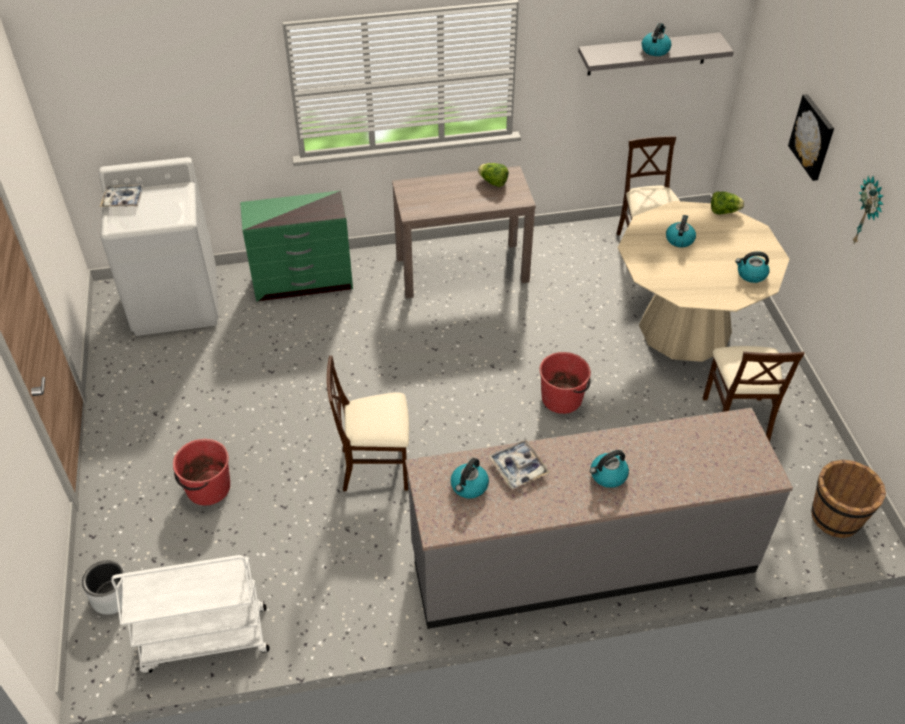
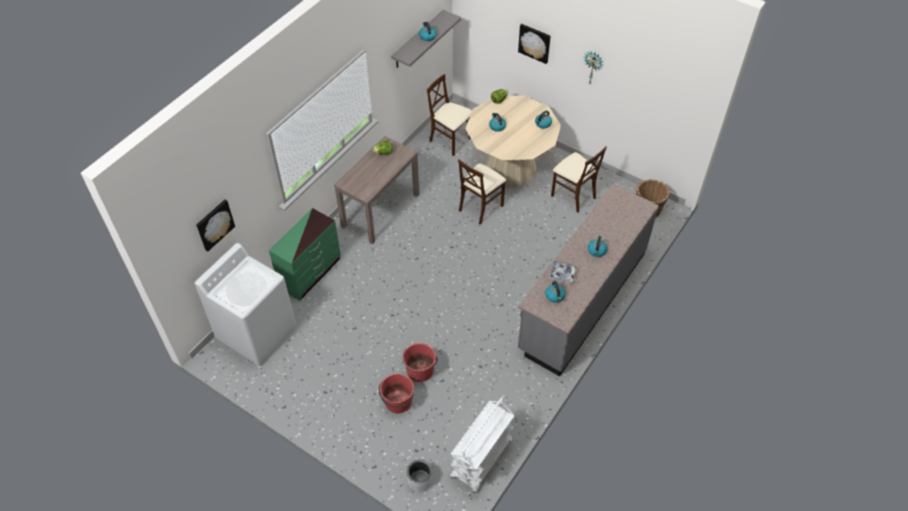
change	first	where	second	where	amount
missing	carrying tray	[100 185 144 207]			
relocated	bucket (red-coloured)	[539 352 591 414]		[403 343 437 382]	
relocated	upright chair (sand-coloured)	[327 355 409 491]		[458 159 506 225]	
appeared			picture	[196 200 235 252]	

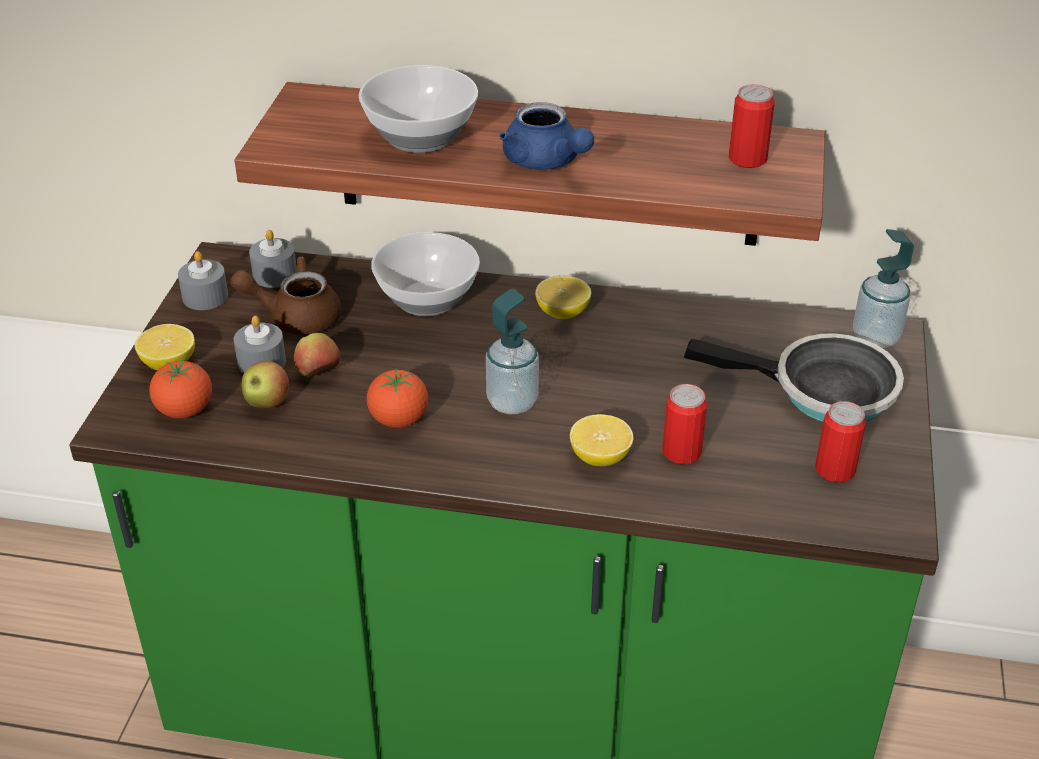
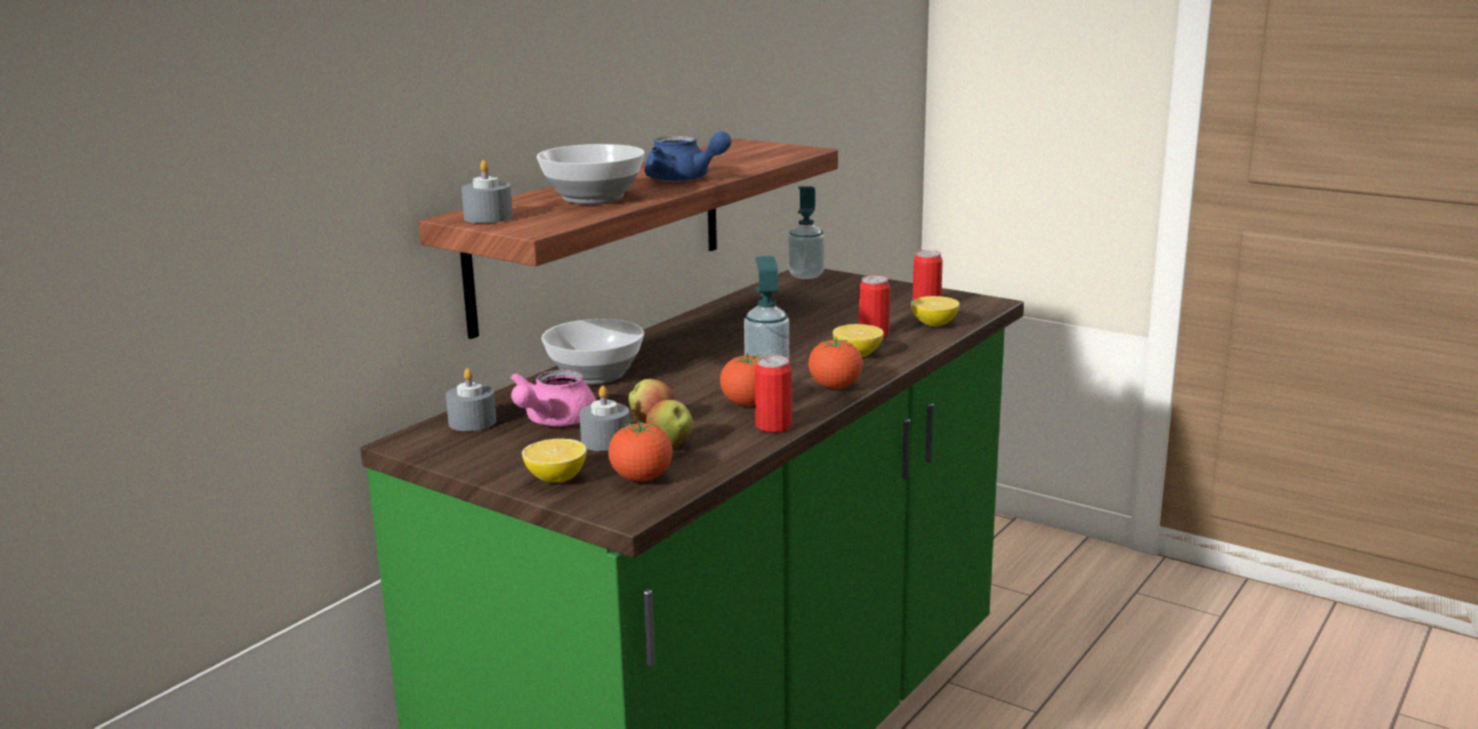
change	first	where	second	where	amount
relocated	metal can	[729 84 775 168]		[755 355 792 433]	
spun	teapot (blue-coloured)	[499 102 594 170]		[644 131 732 182]	45 degrees clockwise
relocated	wax light (gray)	[178 251 228 310]		[461 160 513 223]	
colour	teapot (brown-coloured)	[230 256 341 335]	teapot (pinkish)	[510 370 596 426]	
relocated	lemon	[535 275 591 319]		[911 296 960 327]	
missing	skillet	[684 333 904 422]			
appeared			whole tomato	[808 337 863 389]	

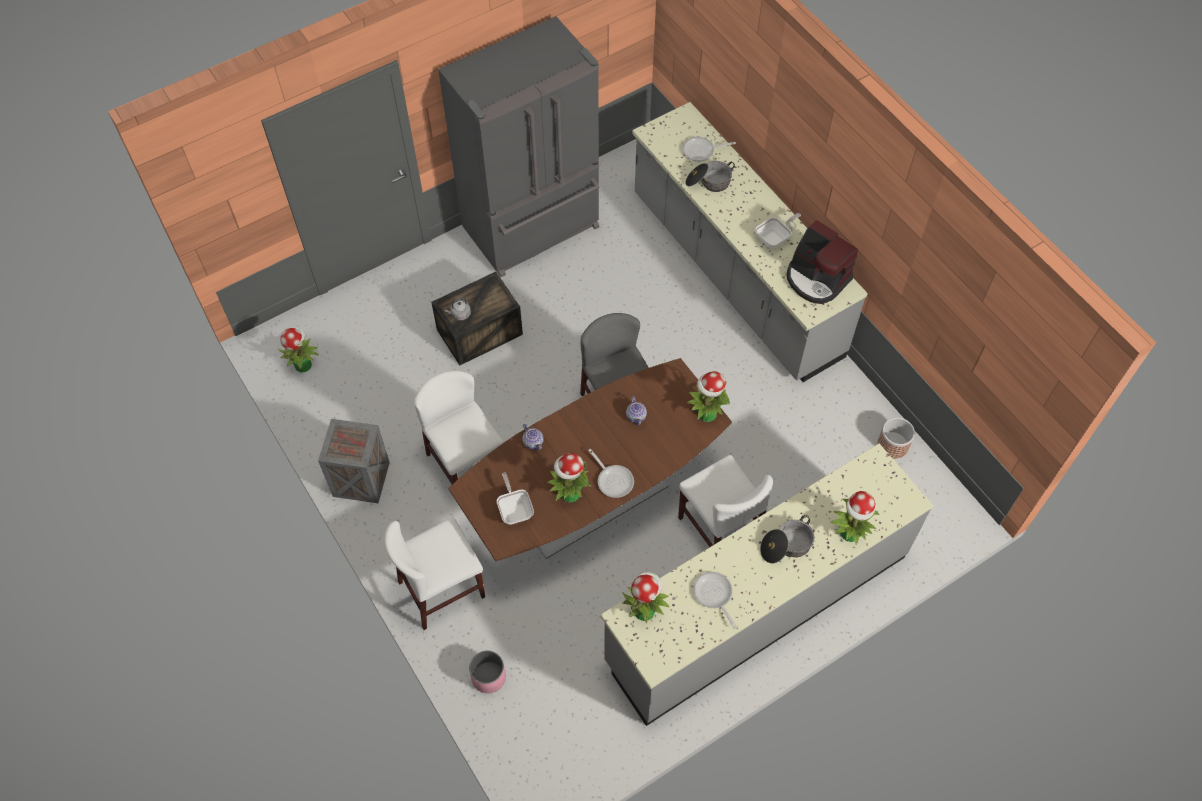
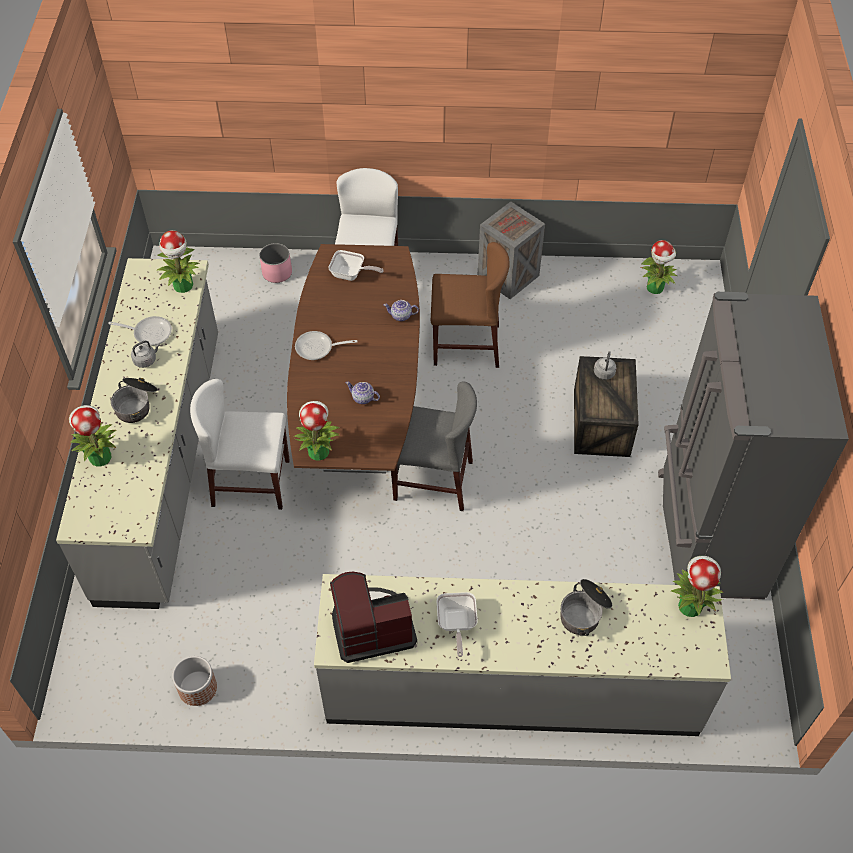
change	first	where	second	where	amount
missing	skillet	[682 137 736 162]			
colour	upright chair (whitish)	[414 371 504 484]	upright chair (brown-coloured)	[431 242 510 368]	
relocated	potted plant	[547 453 591 503]		[671 556 724 617]	
appeared			water kettle (gray)	[131 341 160 368]	

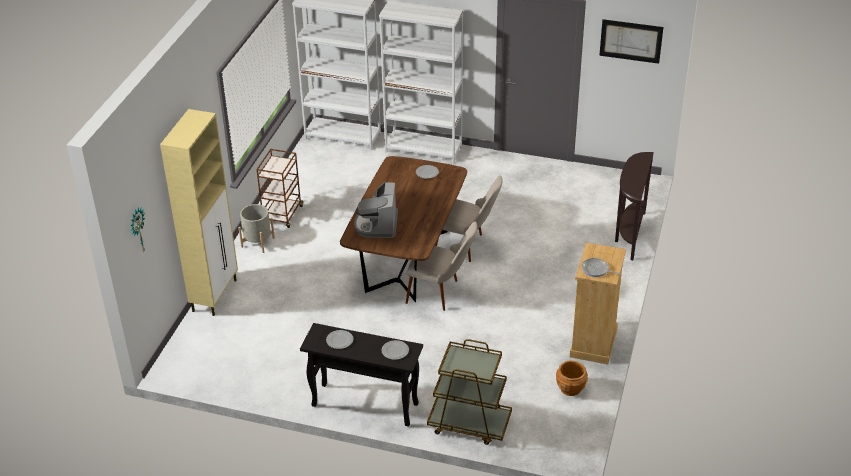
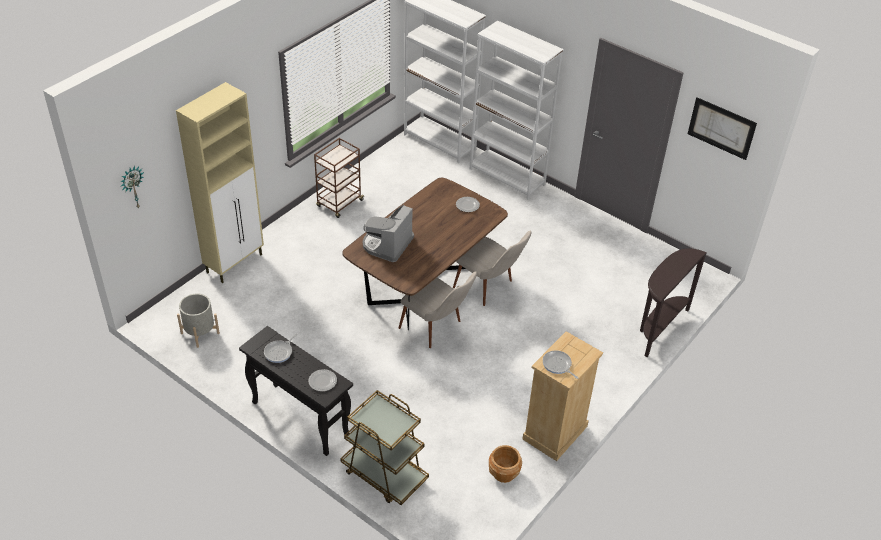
change	first	where	second	where	amount
relocated	plant pot (gray)	[238 204 275 253]		[177 293 220 348]	
exchanged	plate	[326 330 353 349]	skillet	[264 333 298 363]	

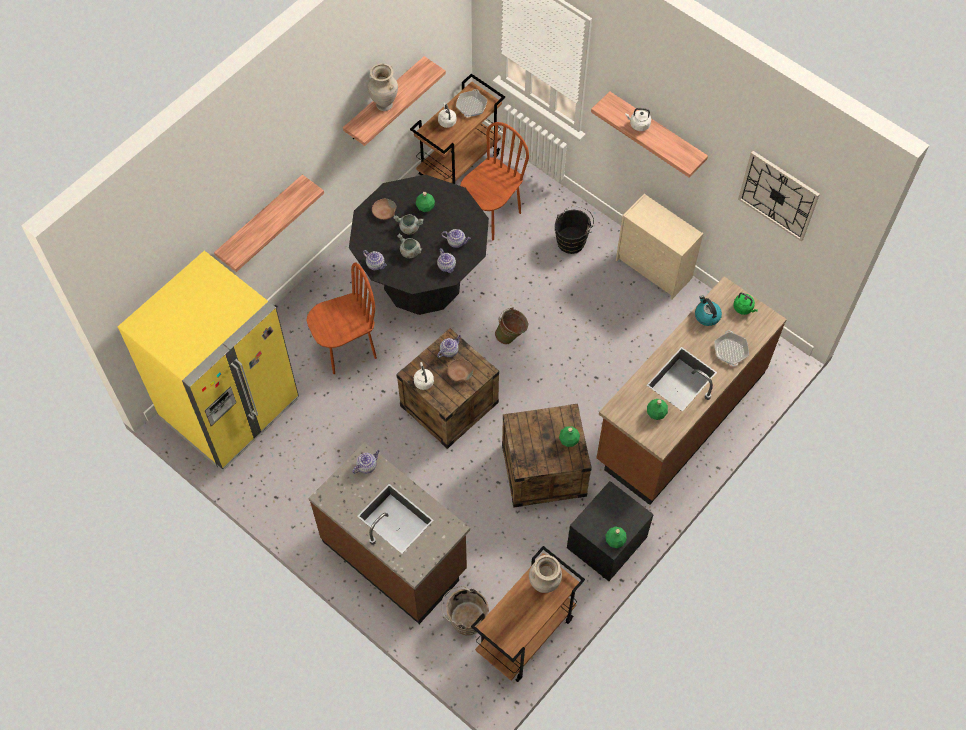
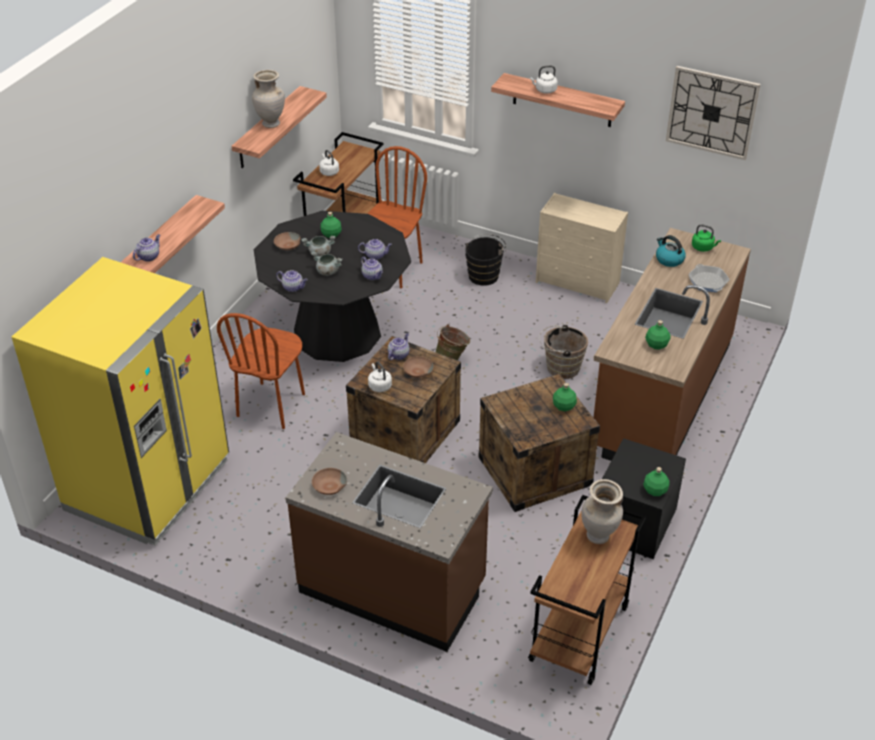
change	first	where	second	where	amount
missing	skillet	[456 89 487 117]			
spun	upright chair (brown-coloured)	[307 263 377 374]		[217 313 305 429]	150 degrees clockwise
relocated	teapot	[352 450 380 473]		[133 234 160 262]	
relocated	bucket (brown-coloured)	[442 586 489 635]		[539 324 588 379]	
appeared			deep dish (brown-coloured)	[312 468 347 495]	

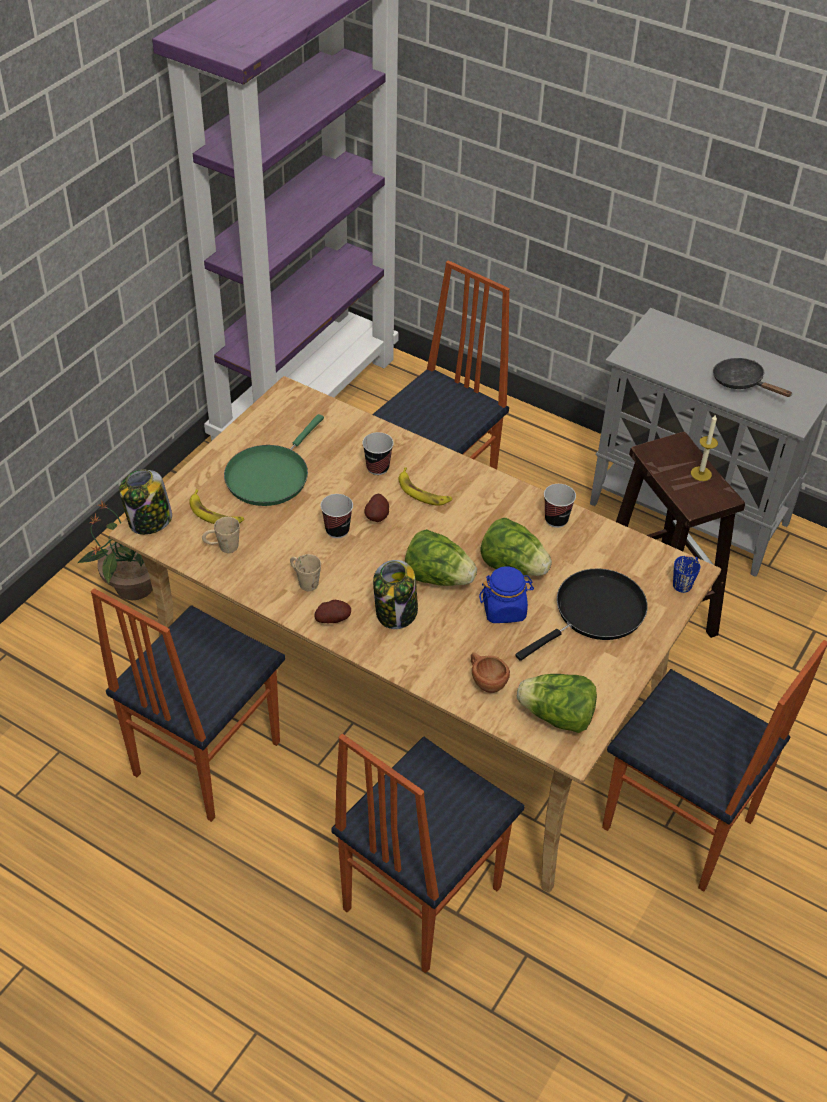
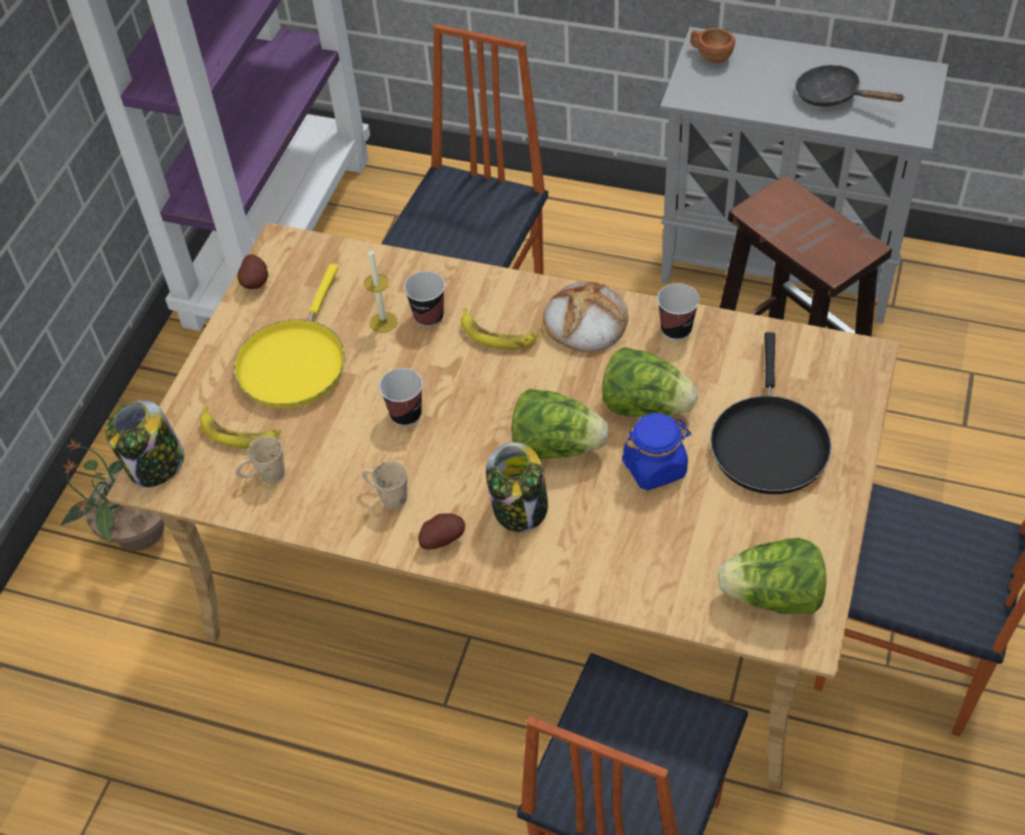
change	first	where	second	where	amount
colour	skillet (green-coloured)	[224 414 324 506]	skillet (yellow)	[233 264 345 408]	
relocated	wax light	[691 414 718 481]		[364 248 398 333]	
relocated	potato	[365 494 389 522]		[237 254 268 289]	
missing	mug (blue-coloured)	[673 556 700 593]			
spun	skillet (black)	[515 569 648 661]		[710 332 832 494]	150 degrees clockwise
missing	upright chair	[91 588 285 822]			
relocated	drinking cup (brown-coloured)	[471 653 510 693]		[691 28 735 63]	
appeared			bread	[543 281 628 352]	

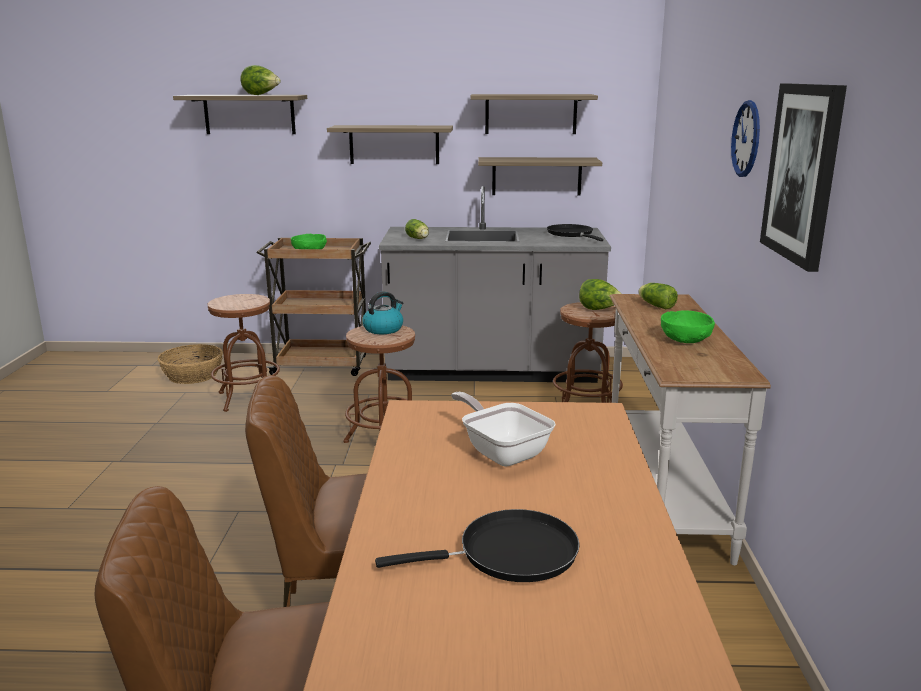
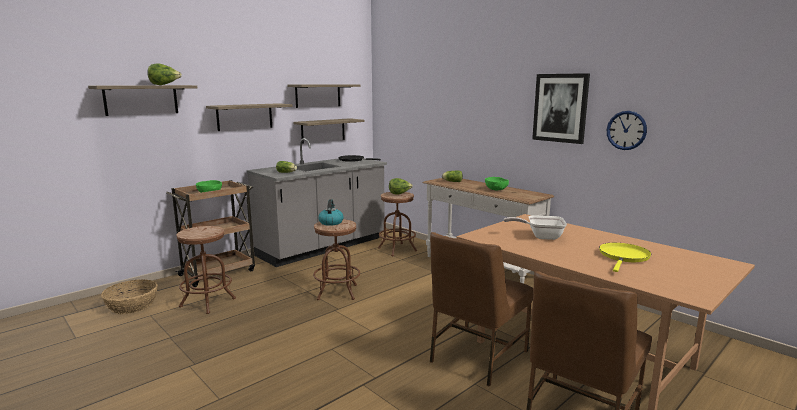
change	first	where	second	where	amount
relocated	clock on the wall	[731 100 760 177]		[607 111 647 150]	
colour	skillet (black)	[375 509 580 582]	skillet (yellow)	[599 243 652 272]	

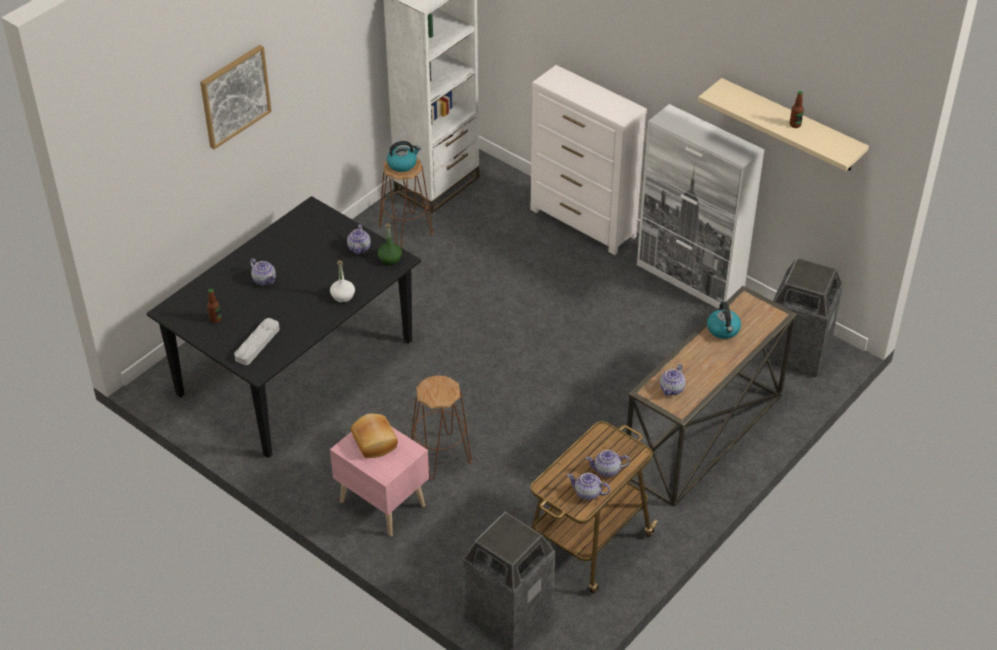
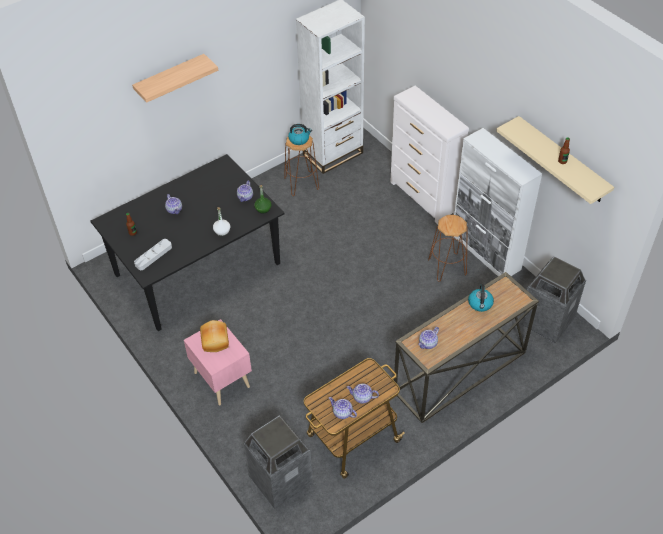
change	first	where	second	where	amount
exchanged	picture	[200 45 272 149]	shelf	[132 54 218 103]	
relocated	sitting stool (brown-coloured)	[411 375 472 480]		[428 215 468 282]	

